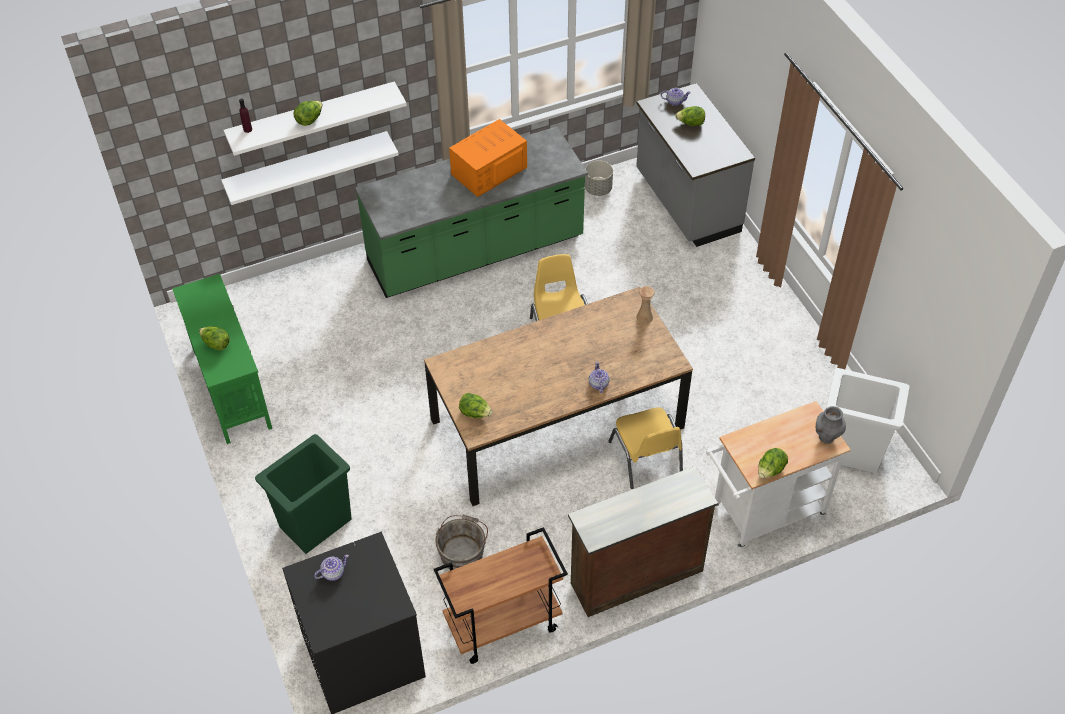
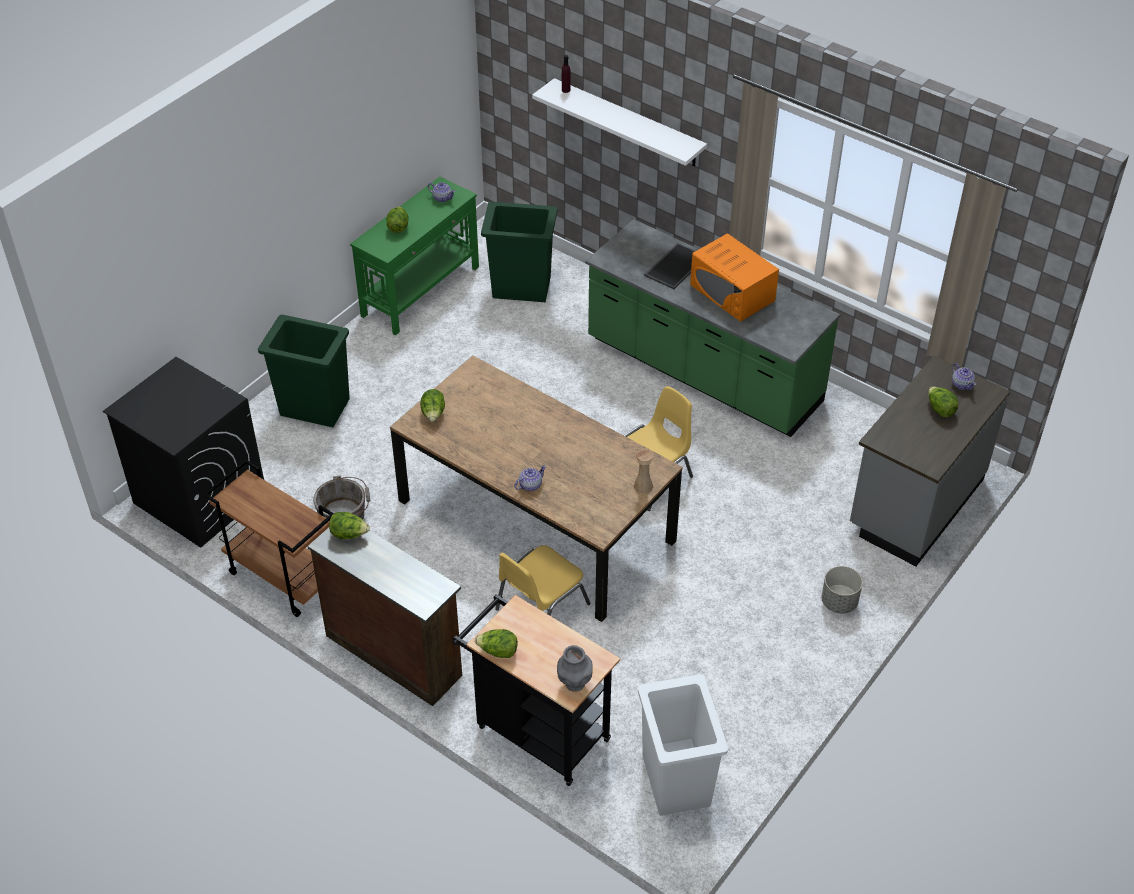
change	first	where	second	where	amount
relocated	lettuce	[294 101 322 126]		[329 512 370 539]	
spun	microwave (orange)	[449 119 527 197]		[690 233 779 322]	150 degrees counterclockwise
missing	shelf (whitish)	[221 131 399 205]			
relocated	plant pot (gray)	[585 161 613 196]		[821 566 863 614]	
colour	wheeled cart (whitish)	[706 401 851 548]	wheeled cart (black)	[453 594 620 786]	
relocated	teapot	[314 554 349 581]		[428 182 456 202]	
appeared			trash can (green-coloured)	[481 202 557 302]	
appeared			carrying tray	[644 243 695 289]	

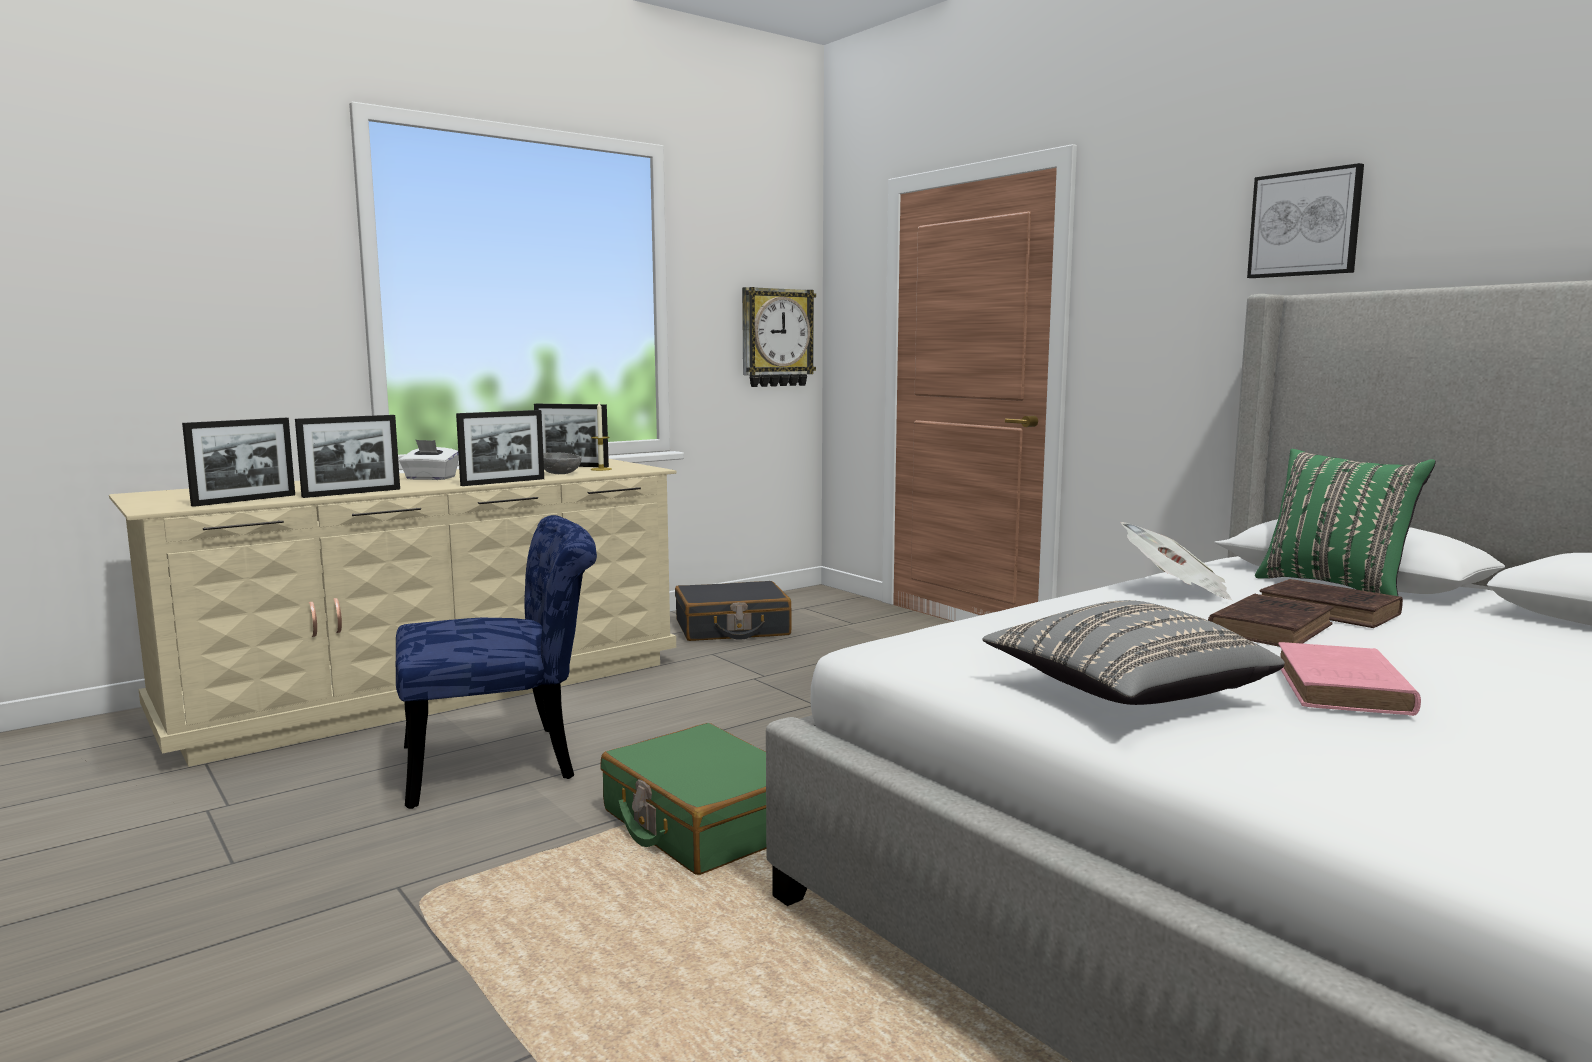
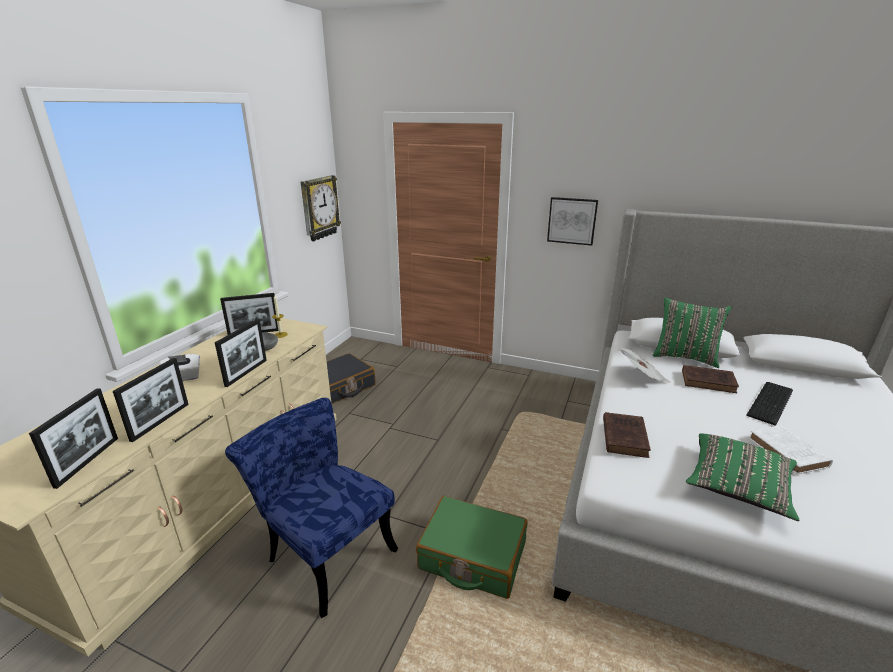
change	first	where	second	where	amount
relocated	picture	[1247 163 1364 278]		[547 197 598 246]	
spun	upright chair (blue-coloured)	[396 515 597 809]		[225 398 398 618]	90 degrees counterclockwise
relocated	bound book (brown-coloured)	[1208 594 1334 647]		[603 412 651 458]	
colour	throw pillow (gray)	[983 600 1285 705]	throw pillow (green-coloured)	[686 433 799 521]	
colour	bound book (pinkish)	[1278 642 1421 716]	bound book (whitish)	[749 425 833 474]	
appeared			keyboard	[746 382 793 426]	

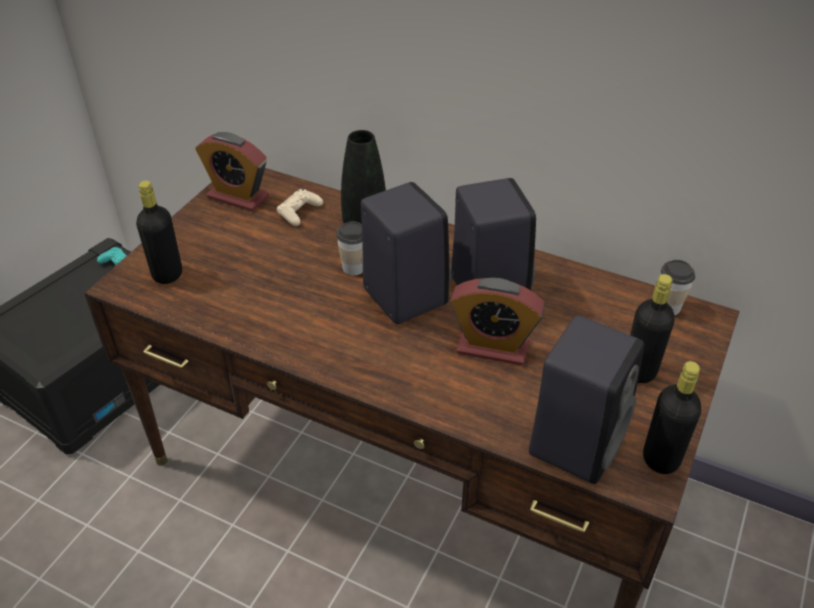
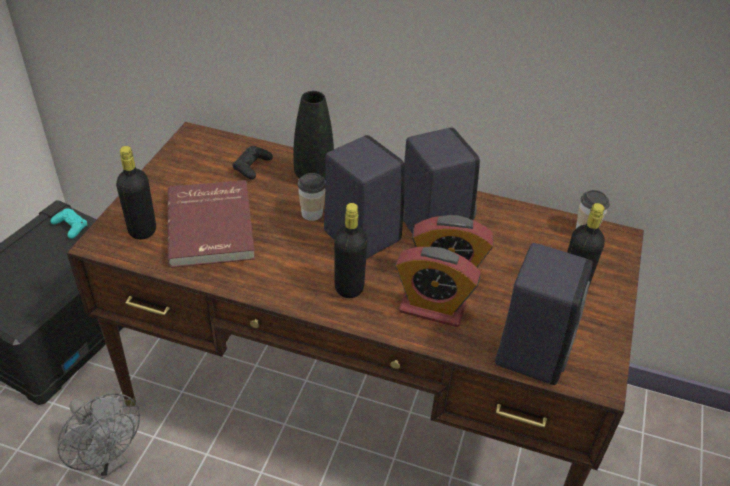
change	first	where	second	where	amount
relocated	alarm clock	[195 132 269 212]		[395 247 481 327]	
colour	gamepad (sand-coloured)	[277 189 323 226]	gamepad (black)	[233 146 273 179]	
relocated	bottle (black)	[643 361 702 474]		[334 203 368 298]	
appeared			bound book (red-coloured)	[168 180 255 268]	
appeared			cooling fan (gray)	[58 393 140 479]	

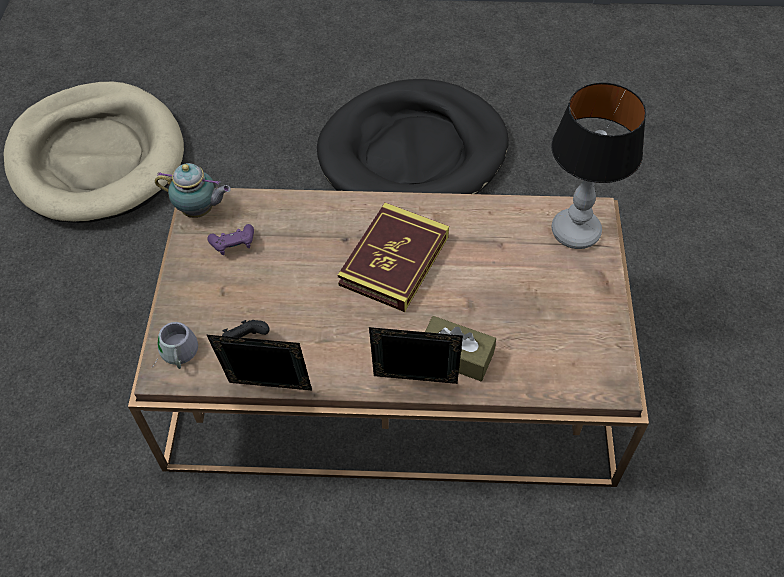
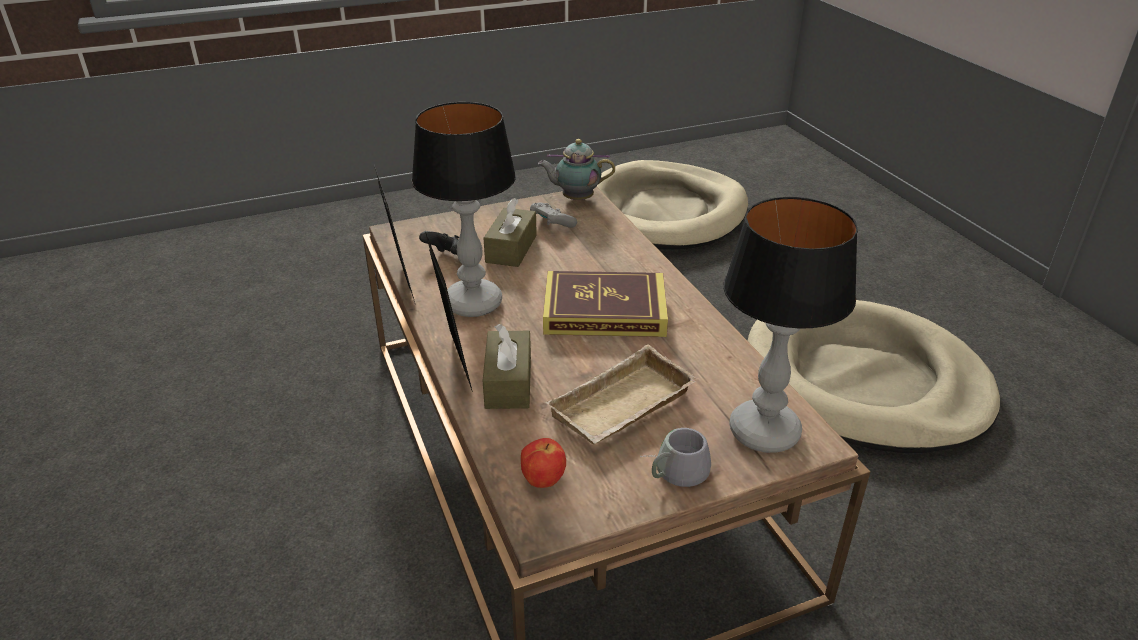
change	first	where	second	where	amount
colour	pet bed (black)	[317 79 509 194]	pet bed (sand-coloured)	[748 300 1001 453]	
spun	teapot	[155 163 231 218]		[538 139 615 200]	105 degrees clockwise
colour	gamepad (purplish)	[208 224 254 255]	gamepad (gray)	[530 202 577 228]	
relocated	mug (gray)	[151 322 198 369]		[642 428 711 487]	
appeared			table lamp	[411 102 516 317]	
appeared			tissue holder (brown-coloured)	[484 198 537 267]	
appeared			carrying tray (sand-coloured)	[545 344 698 445]	
appeared			apple	[521 438 566 488]	

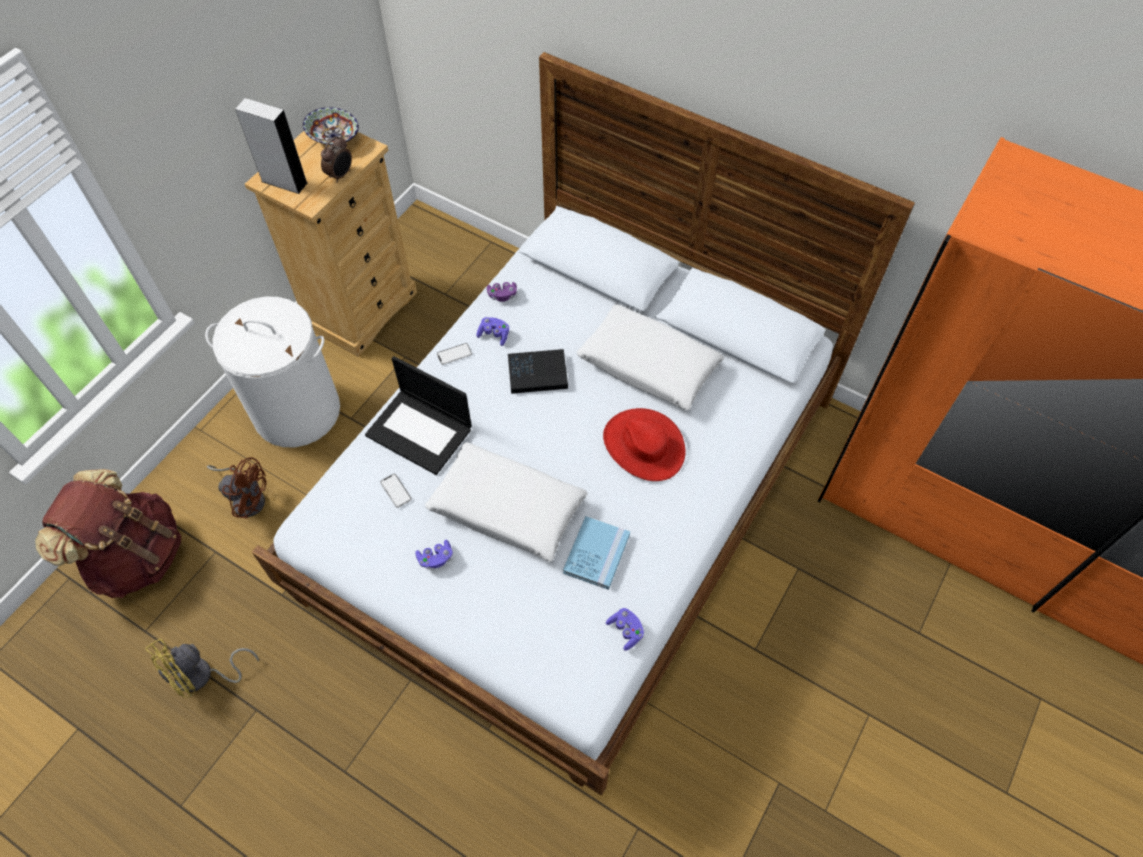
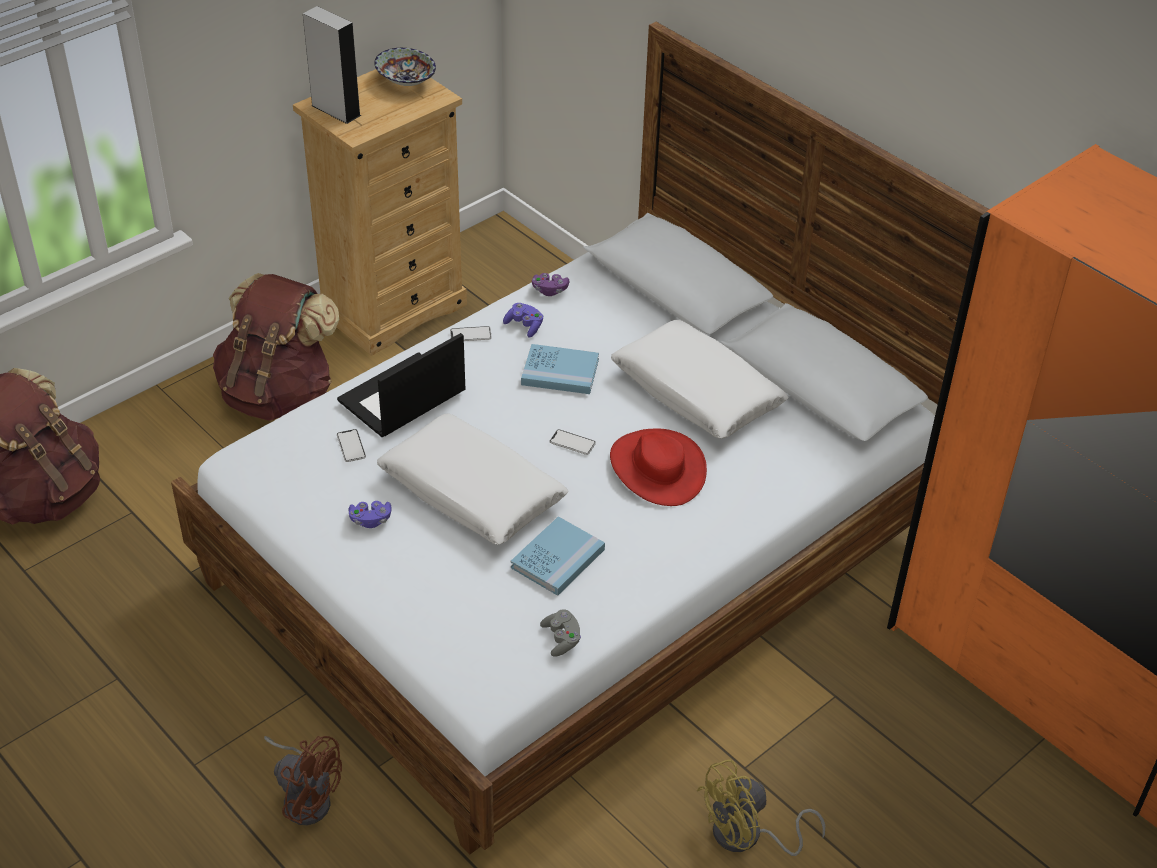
change	first	where	second	where	amount
missing	alarm clock	[321 136 352 183]			
exchanged	washing basket (whitish)	[205 297 340 447]	backpack (brown-coloured)	[213 273 339 421]	
colour	bound book (black)	[508 349 568 394]	bound book (blue-coloured)	[521 344 599 394]	
spun	portable computer	[365 356 472 475]		[337 333 465 437]	90 degrees clockwise
relocated	cooling fan (brown-coloured)	[207 457 266 519]		[264 736 342 825]	
colour	gamepad (purplish)	[606 608 644 651]	gamepad (gray)	[540 609 581 656]	
relocated	cooling fan (yellow)	[145 639 259 698]		[697 759 826 856]	
appeared			handset	[550 429 596 455]	

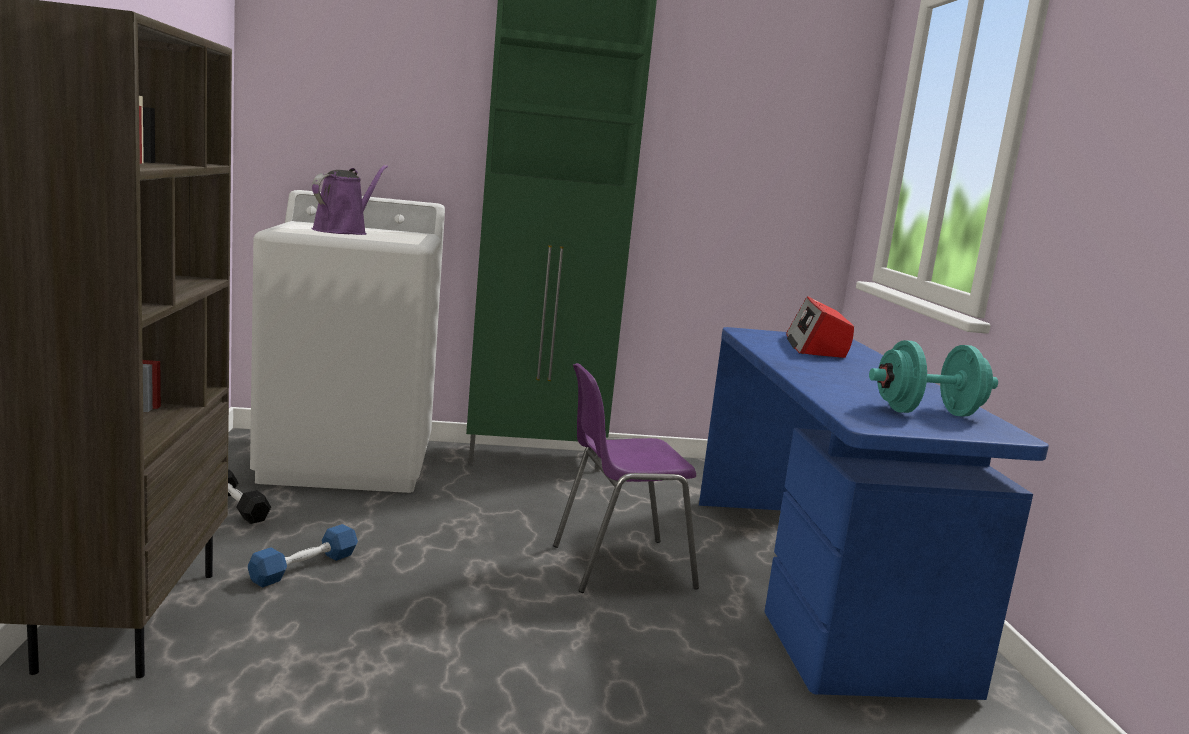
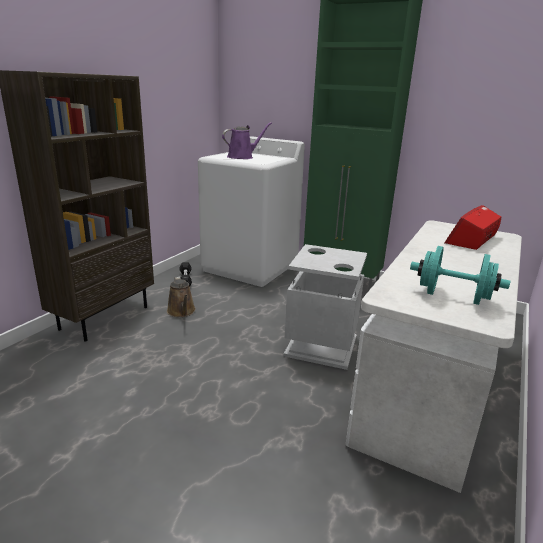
change	first	where	second	where	amount
colour	desk table (blue-coloured)	[699 327 1049 700]	desk table (whitish)	[346 220 522 493]	
exchanged	upright chair (purplish)	[553 363 699 593]	trash can (gray)	[284 244 367 370]	
exchanged	dumbbell (blue-coloured)	[248 524 358 587]	watering pot (brown-coloured)	[167 277 196 317]	

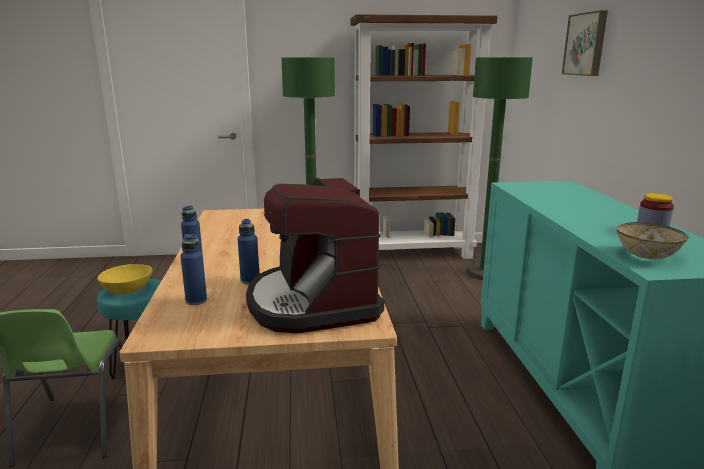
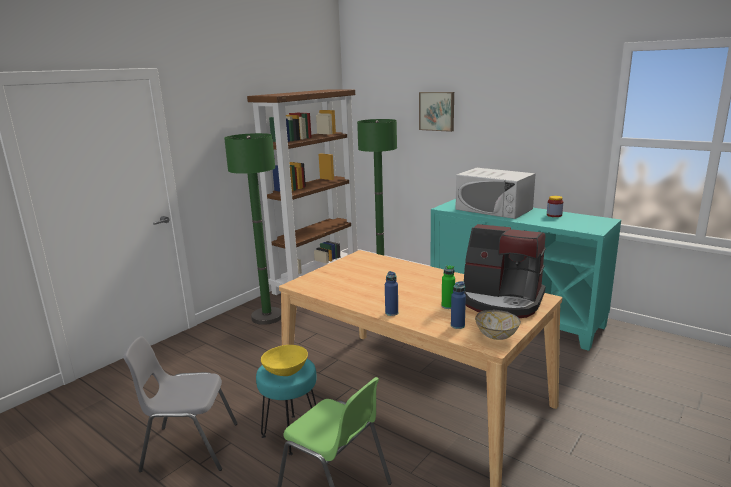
change	first	where	second	where	amount
colour	bottle (blue-coloured)	[238 219 259 284]	bottle (green-coloured)	[442 265 455 309]	
relocated	deep dish	[616 222 689 260]		[475 310 521 340]	
appeared			microwave (whitish)	[455 168 536 219]	
appeared			upright chair (gray)	[123 336 238 472]	

